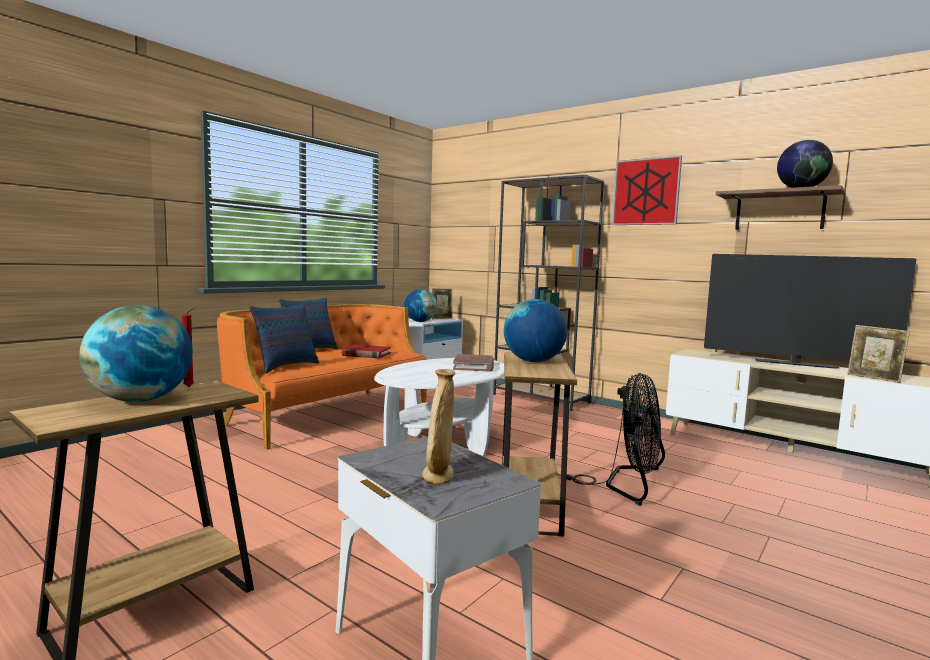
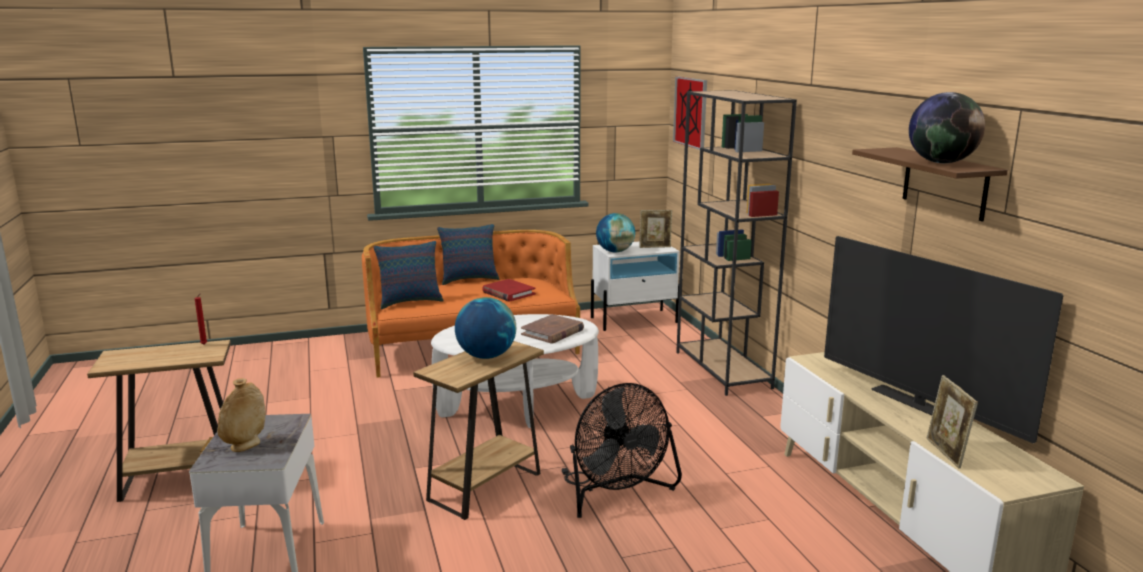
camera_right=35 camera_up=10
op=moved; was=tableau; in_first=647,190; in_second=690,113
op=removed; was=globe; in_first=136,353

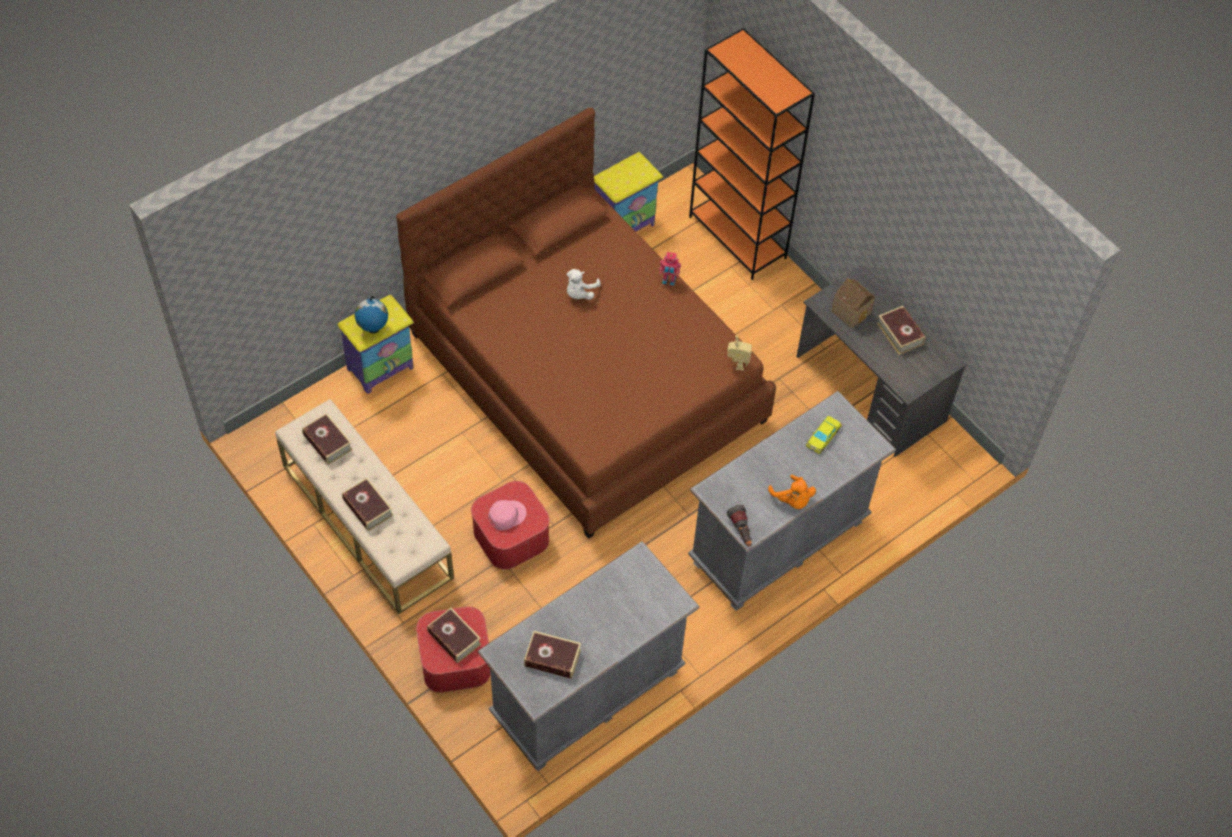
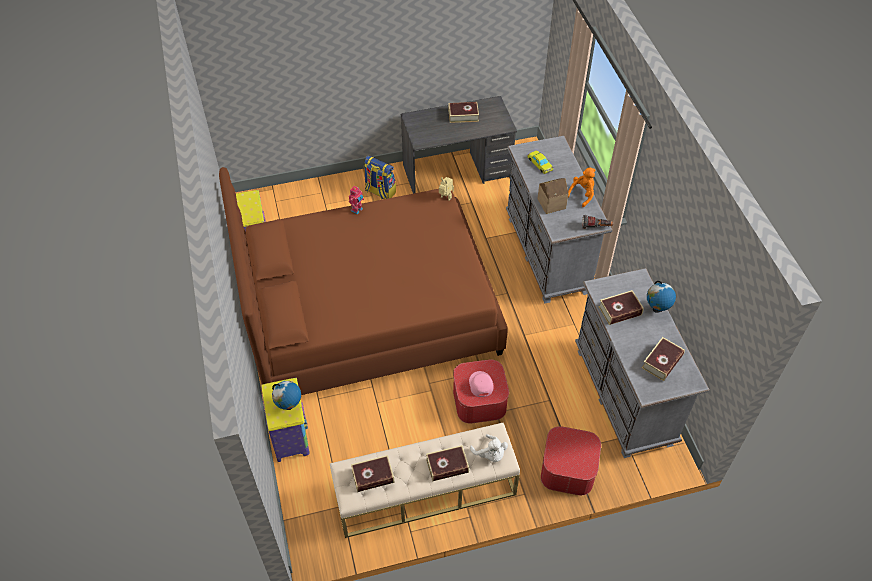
camera_right=-65 camera_up=-5
op=added; now=sac à dos; in_second=380,178
op=moved; was=peluche (blanc); in_first=583,284; in_second=489,448
op=moved; was=maison miniature; in_first=853,303; in_second=553,196
op=turned; was=peluche (orange); in_first=792,492; in_second=582,187; clockwise=-45
op=moved; was=livre; in_first=454,635; in_second=621,307
op=added; now=globe; in_second=661,297
op=removed; was=bibliothèque (orange); in_first=752,154

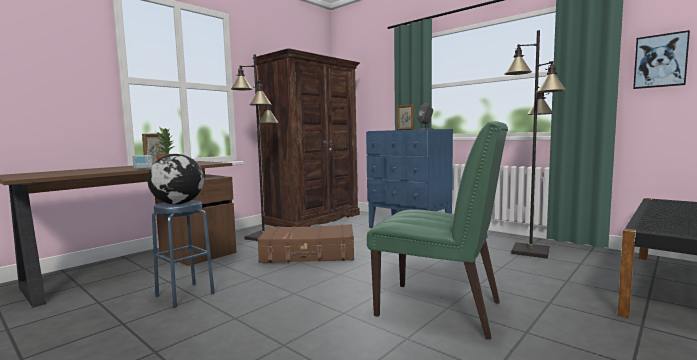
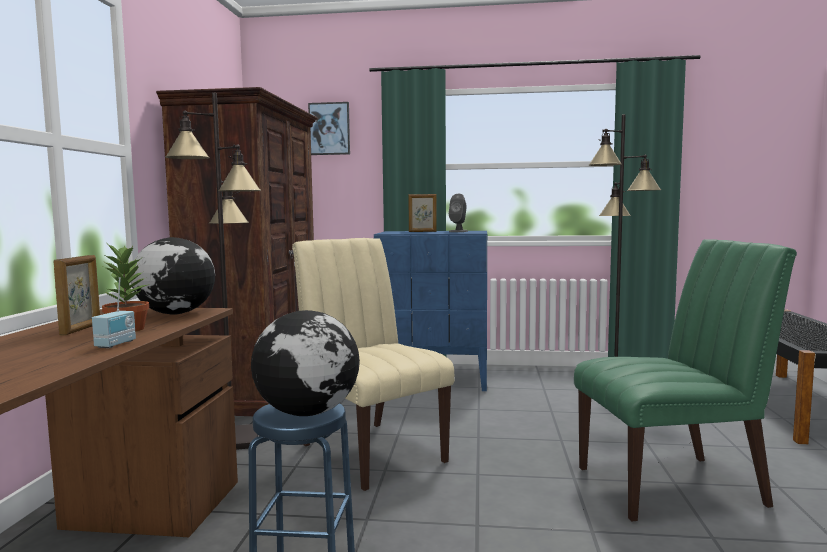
camera_right=-35 camera_up=0
op=added; now=globe; in_second=173,275
op=replaced; was=valise (marron); now=chaise (beige); in_first=305,243; in_second=373,364
op=moved; was=tableau; in_first=661,59; in_second=329,128

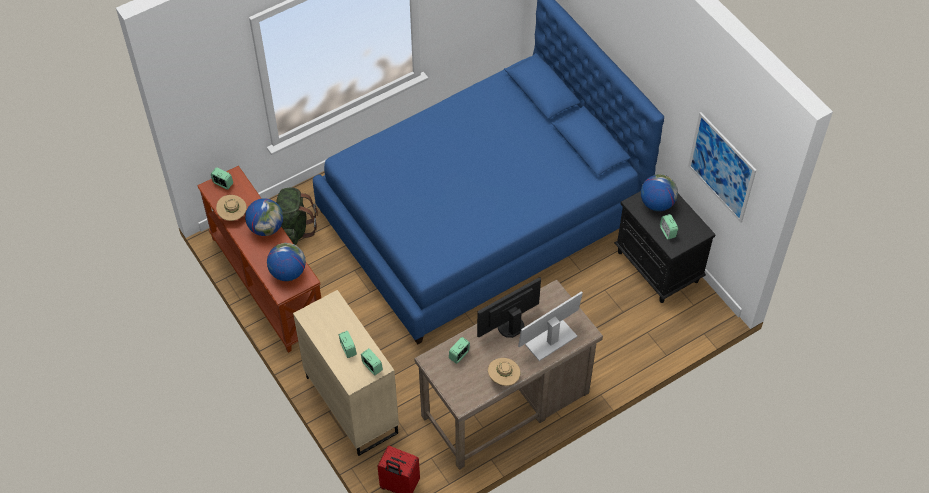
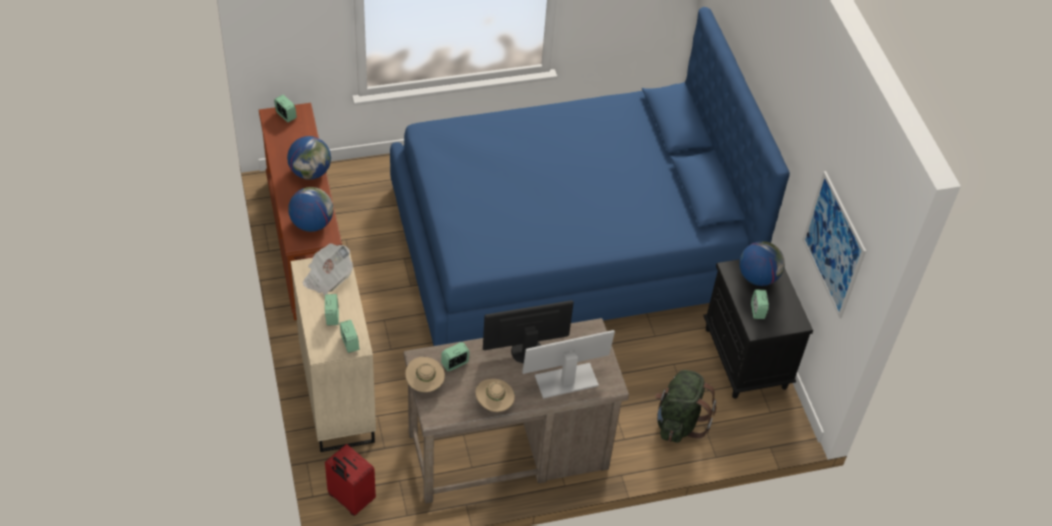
camera_right=15 camera_up=-5
op=added; now=journal; in_second=328,269
op=moved; was=chapeau (beige); in_first=231,208; in_second=425,374
op=moved; was=sac à dos (vert); in_first=297,216; in_second=685,406

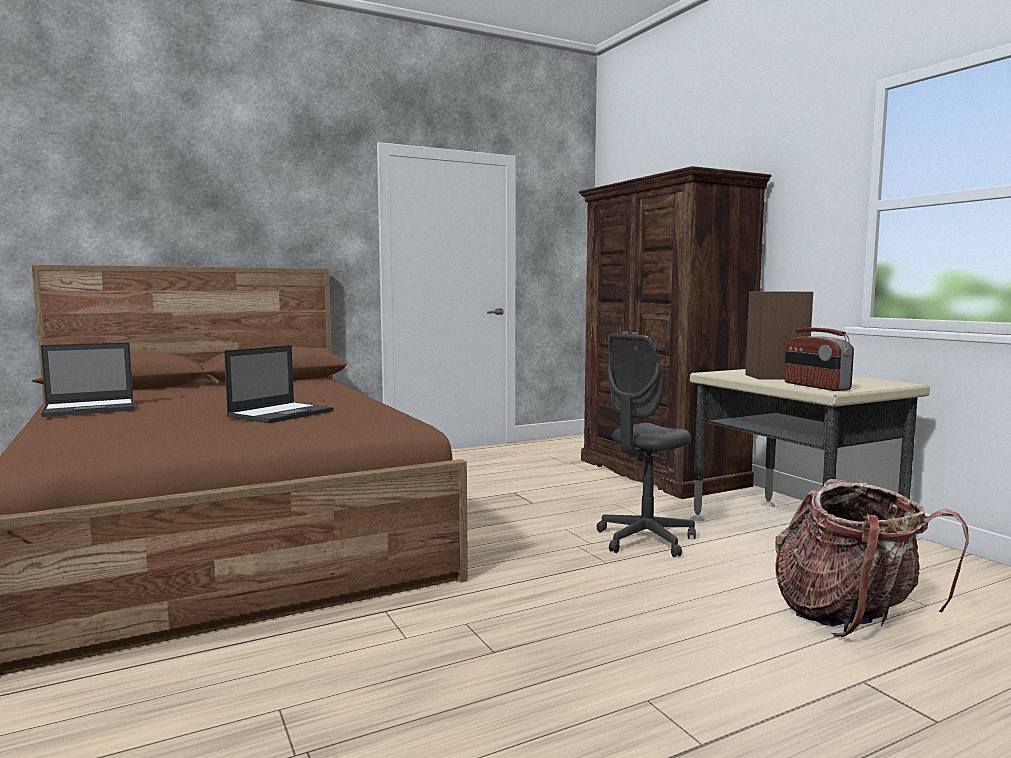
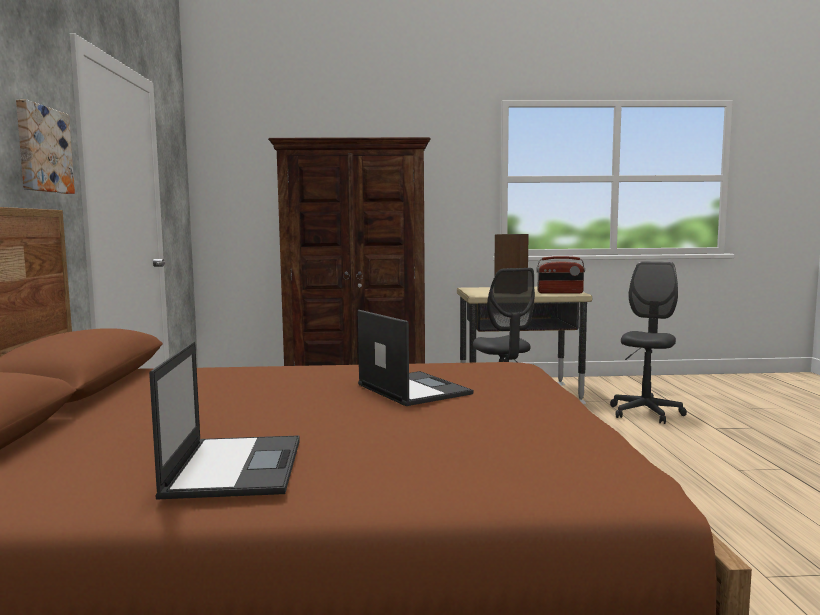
camera_right=-65 camera_up=0
op=added; now=tableau; in_second=45,146
op=replaced; was=sac à dos; now=chaise de bureau (gris); in_first=872,558; in_second=648,343

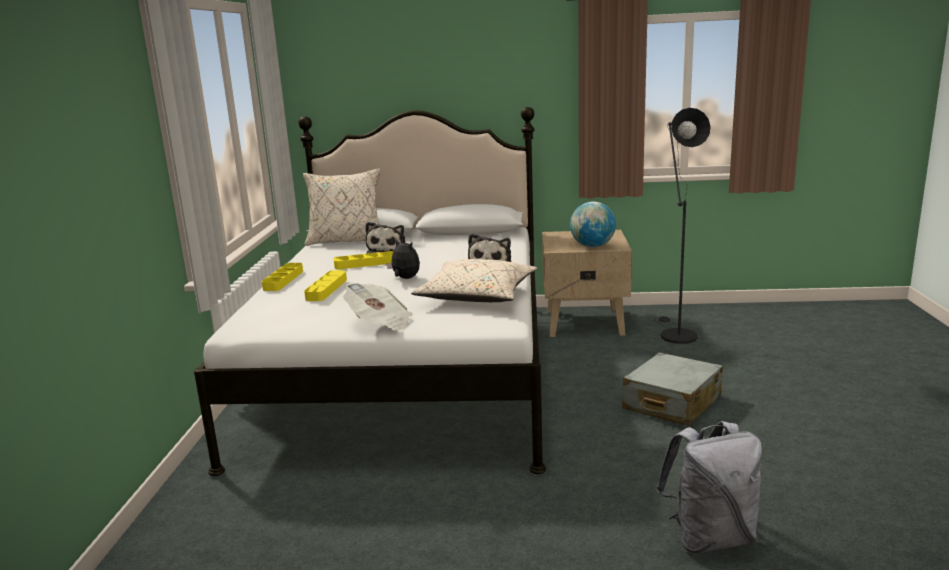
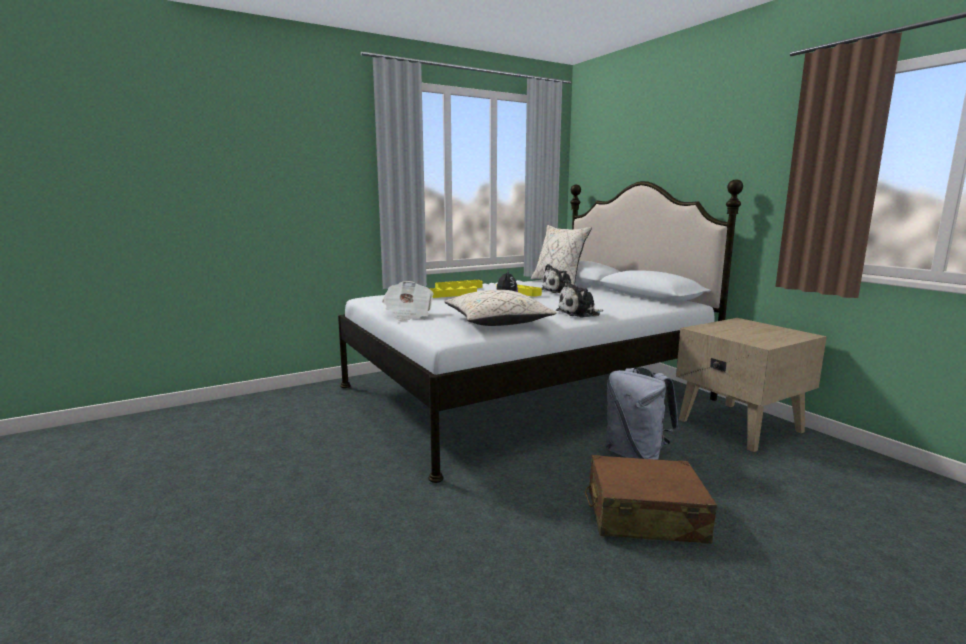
camera_right=55 camera_up=-5
op=recoloured; was=valise (gris); now=valise (marron); in_first=672,389; in_second=651,499
op=moved; was=sac à dos (gris); in_first=709,487; in_second=642,413
op=removed; was=globe; in_first=593,224
op=removed; was=lampadaire (noir); in_first=682,226

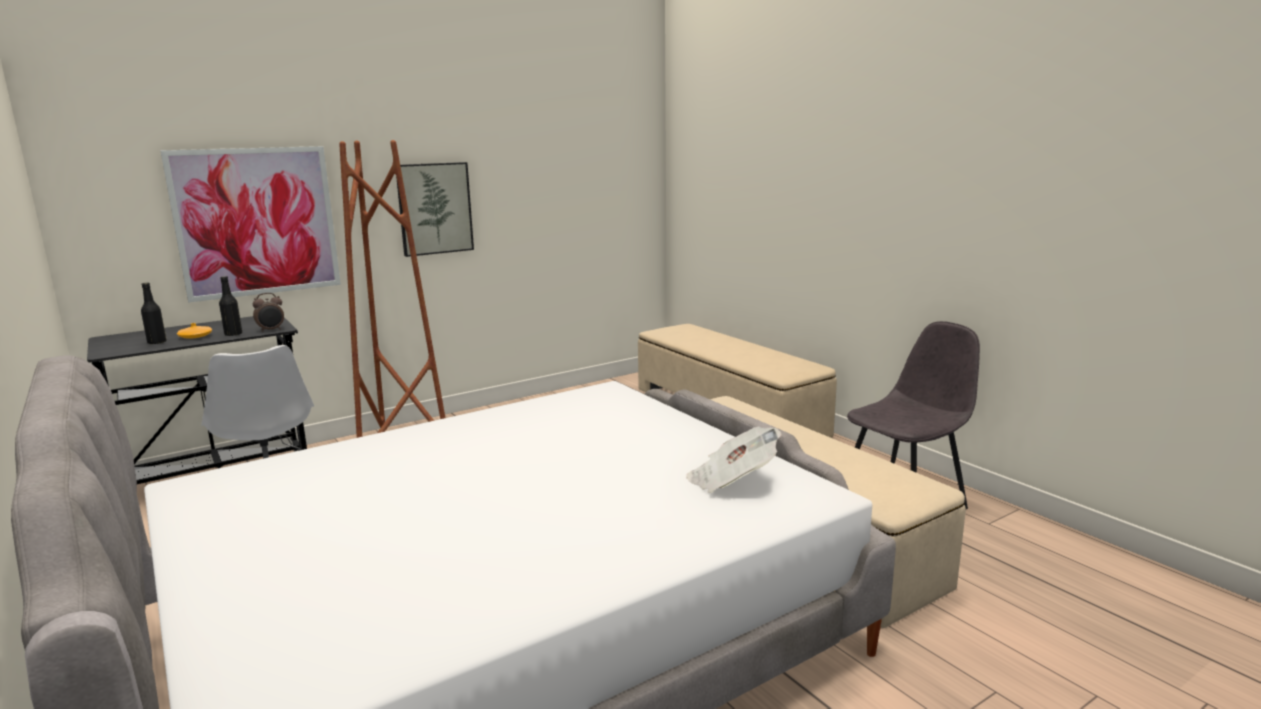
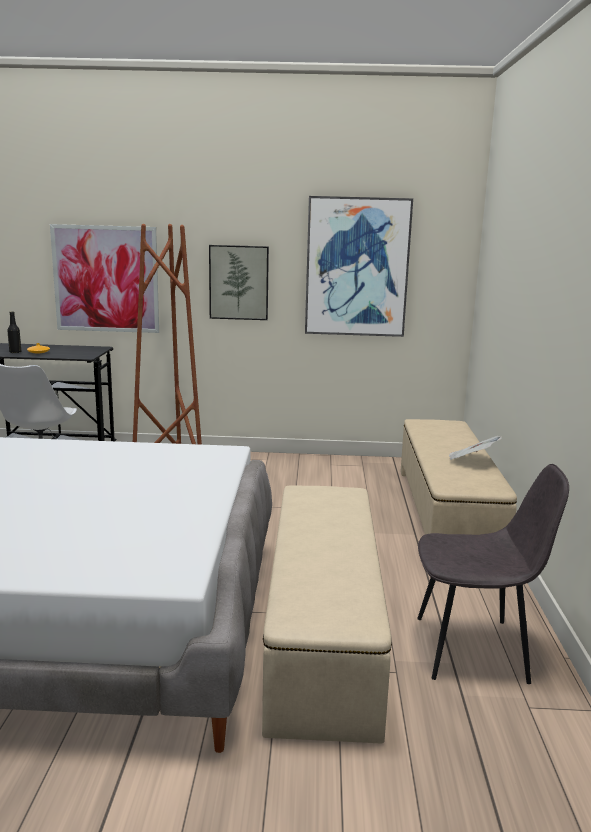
camera_right=35 camera_up=0
op=added; now=tableau; in_second=359,266
op=moved; was=journal; in_first=734,460; in_second=475,448
op=removed; was=bouteille (noir); in_first=230,306
op=removed; was=réveil; in_first=268,312

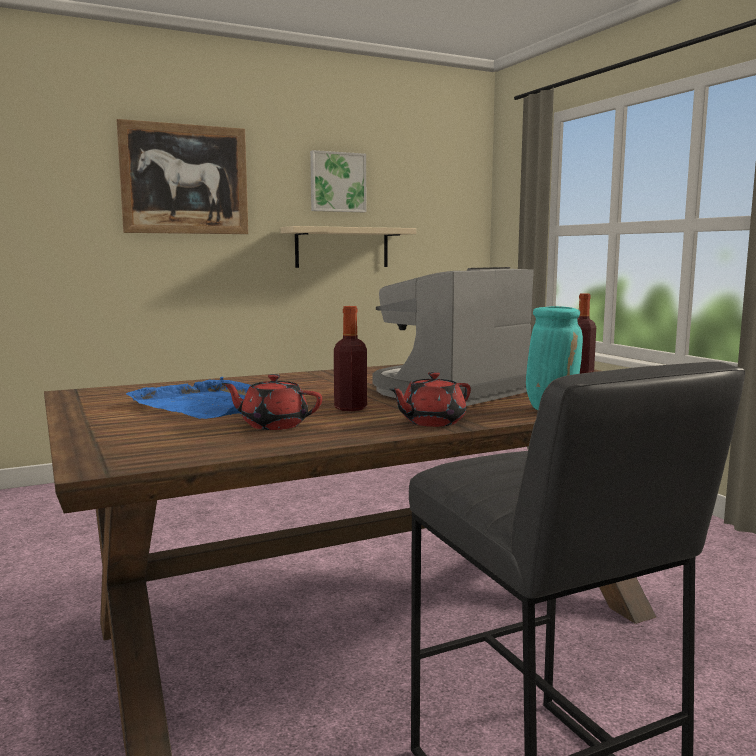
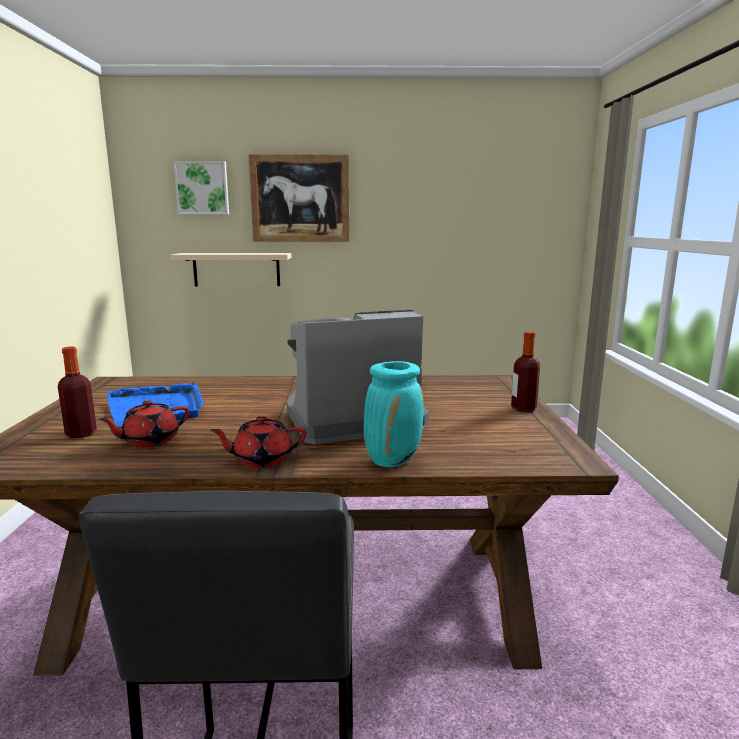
camera_right=25 camera_up=5
op=moved; was=bouteille; in_first=350,358; in_second=77,392
op=turned; was=théière (rouge); in_first=271,402; in_second=144,423; clockwise=-75
op=moved; was=étagère (beige); in_first=348,247; in_second=230,269
op=moved; was=tableau; in_first=338,181; in_second=201,187

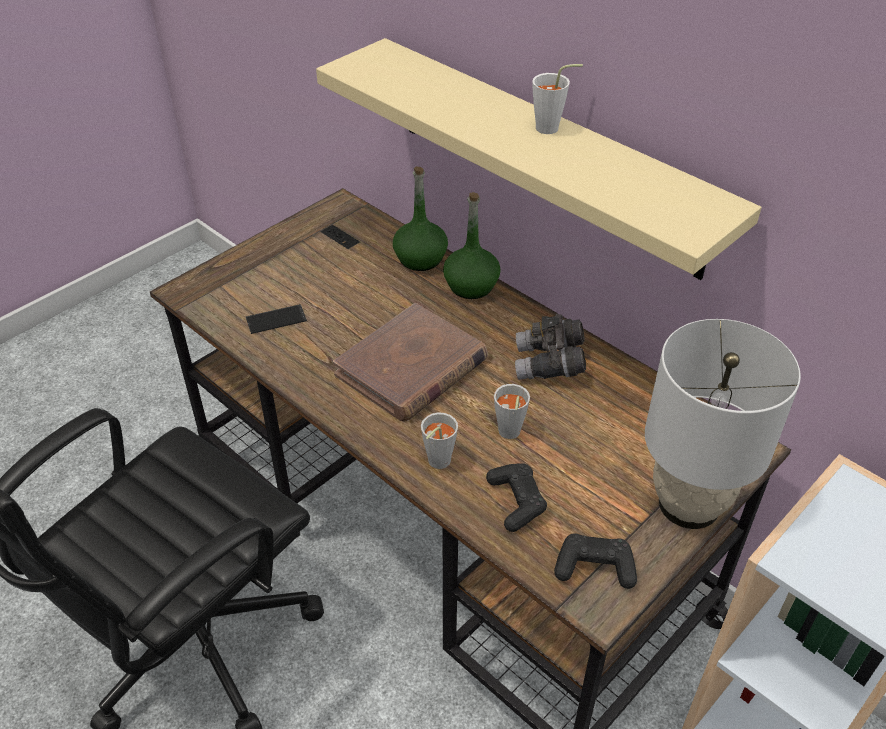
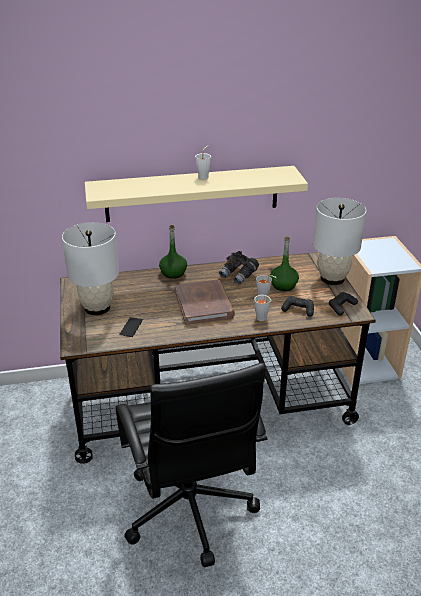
camera_right=-55 camera_up=-10
op=added; now=lampe de table (blanc); in_second=90,268
op=moved; was=bouteille (vert); in_first=420,219; in_second=284,264

